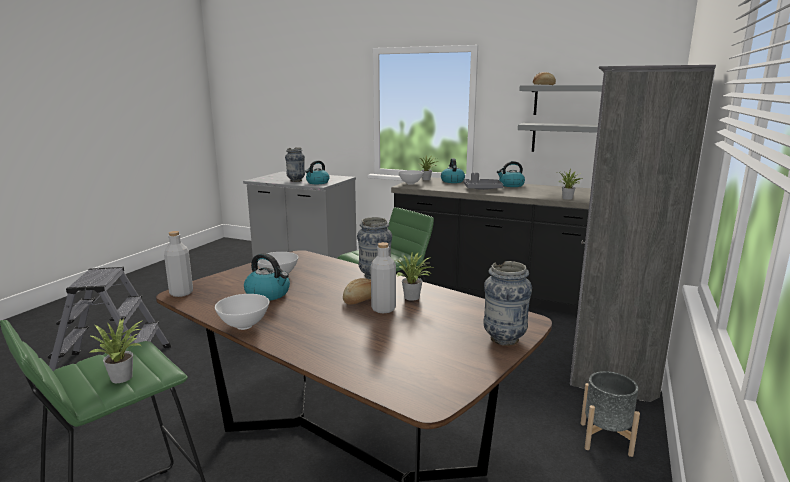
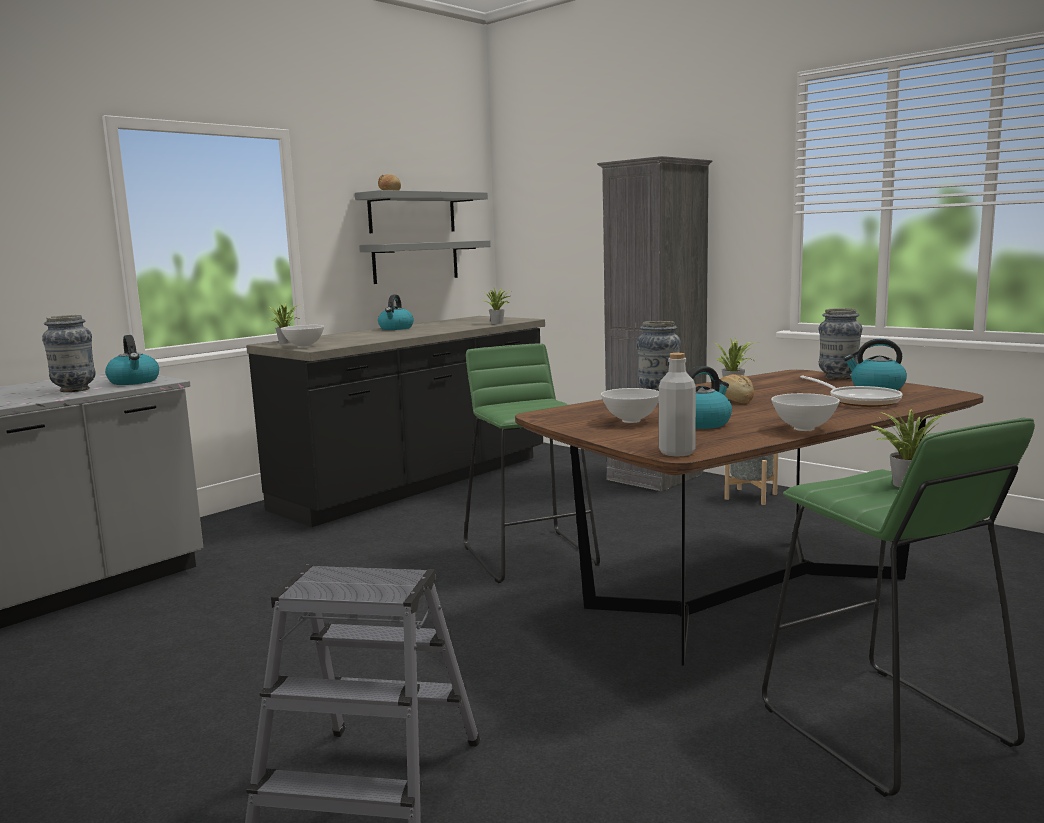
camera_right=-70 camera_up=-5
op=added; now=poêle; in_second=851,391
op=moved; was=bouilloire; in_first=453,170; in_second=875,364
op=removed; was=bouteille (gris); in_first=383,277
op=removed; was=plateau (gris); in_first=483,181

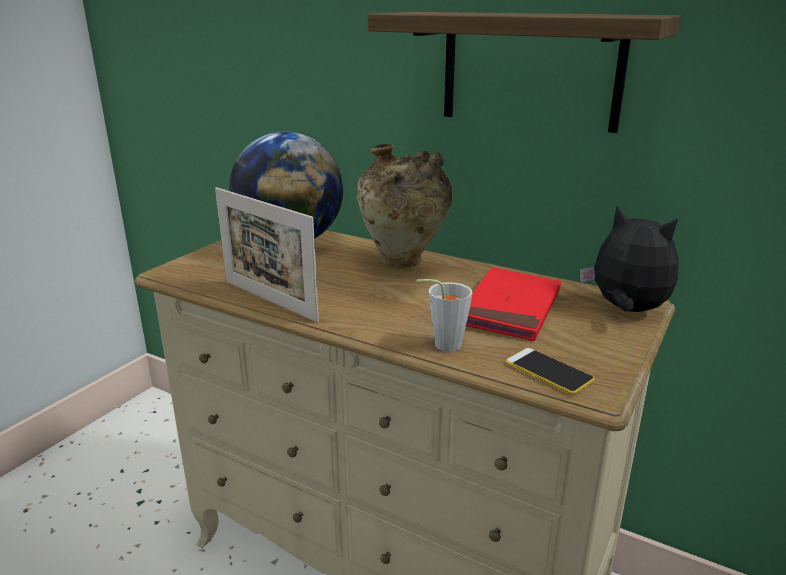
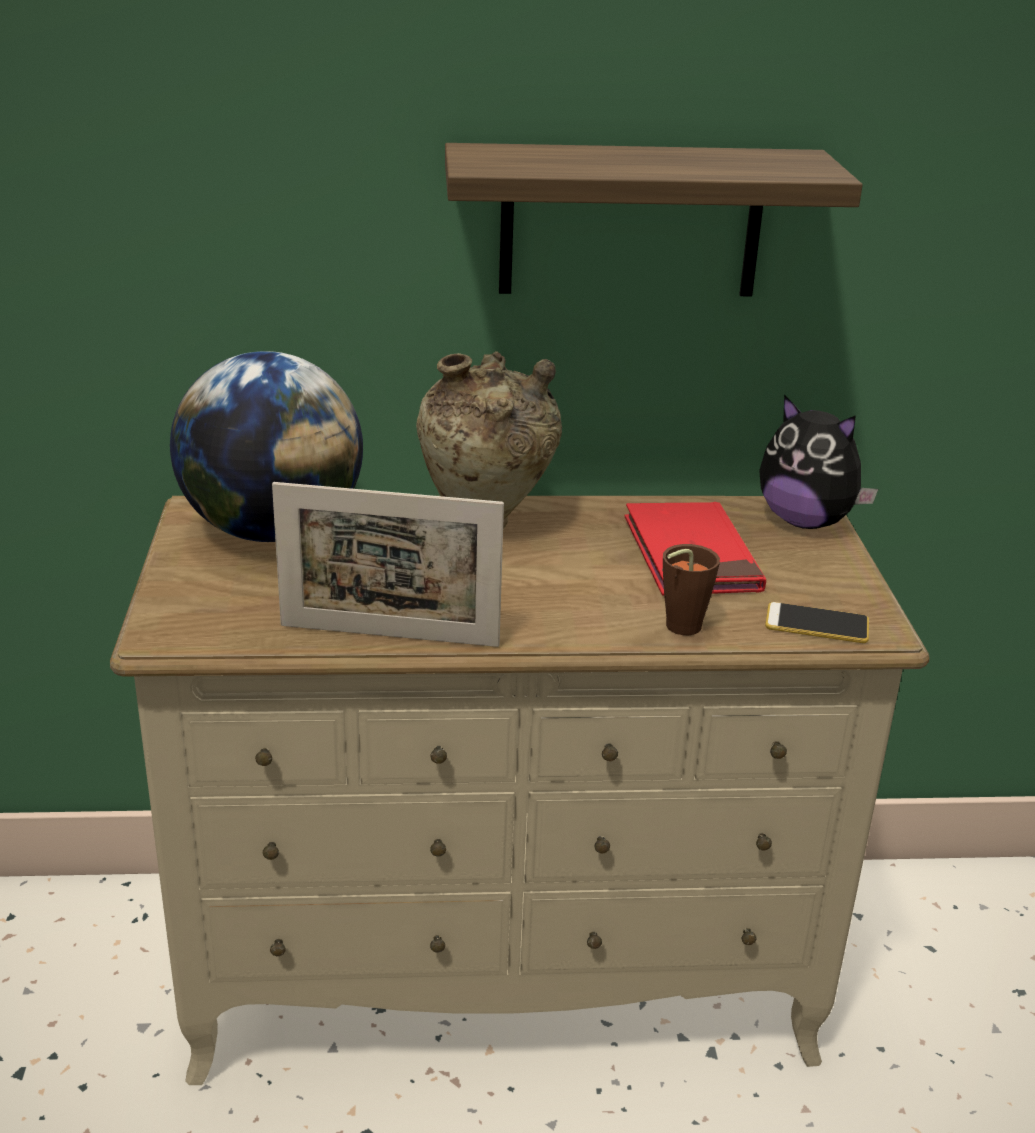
camera_right=-35 camera_up=5
op=recoloured; was=tasse (gris); now=tasse (marron); in_first=444,315; in_second=691,589
op=turned; was=peluche; in_first=629,259; in_second=818,462; clockwise=-150

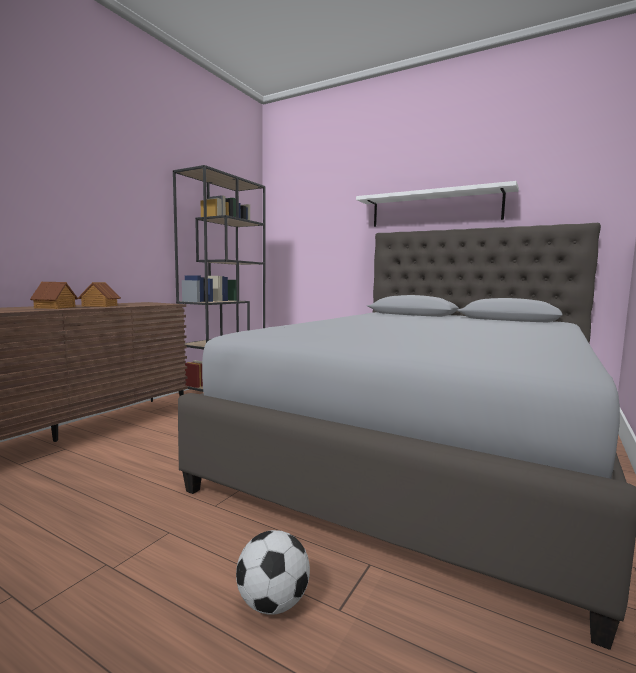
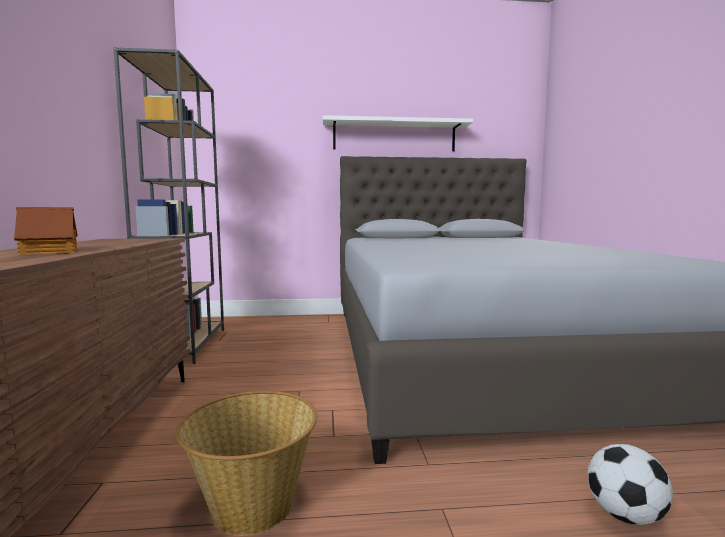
camera_right=-35 camera_up=0
op=added; now=panier; in_second=246,463
op=removed; was=maison miniature; in_first=99,294

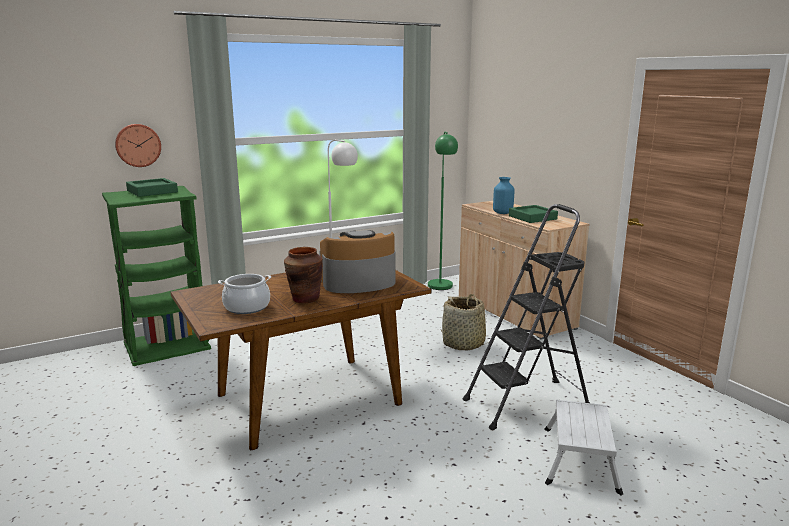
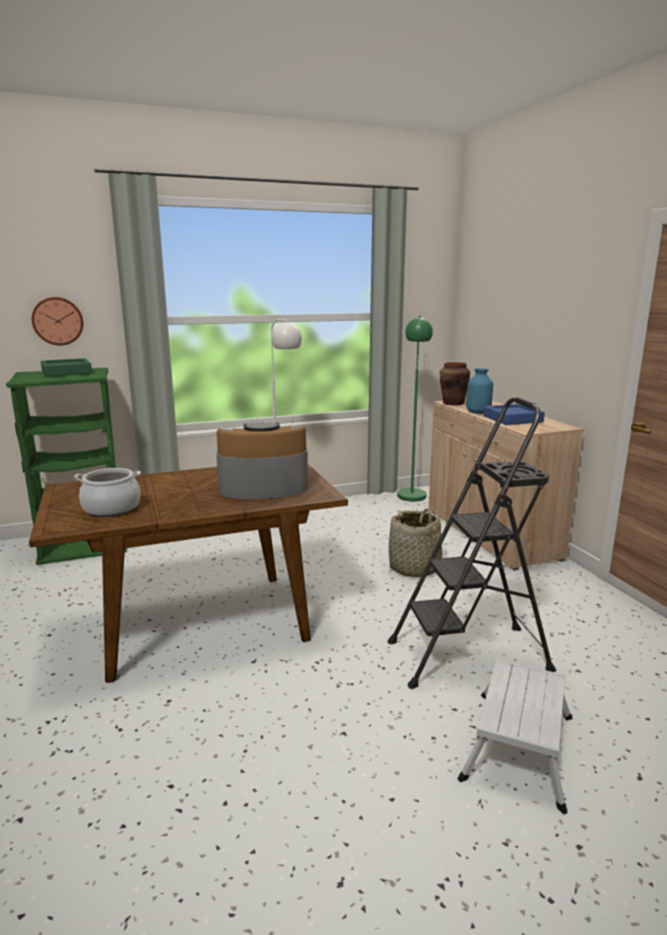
camera_right=10 camera_up=0
op=moved; was=vase (marron); in_first=303,275; in_second=455,383
op=recoloured; was=plateau (vert); now=plateau (bleu); in_first=533,214; in_second=514,414

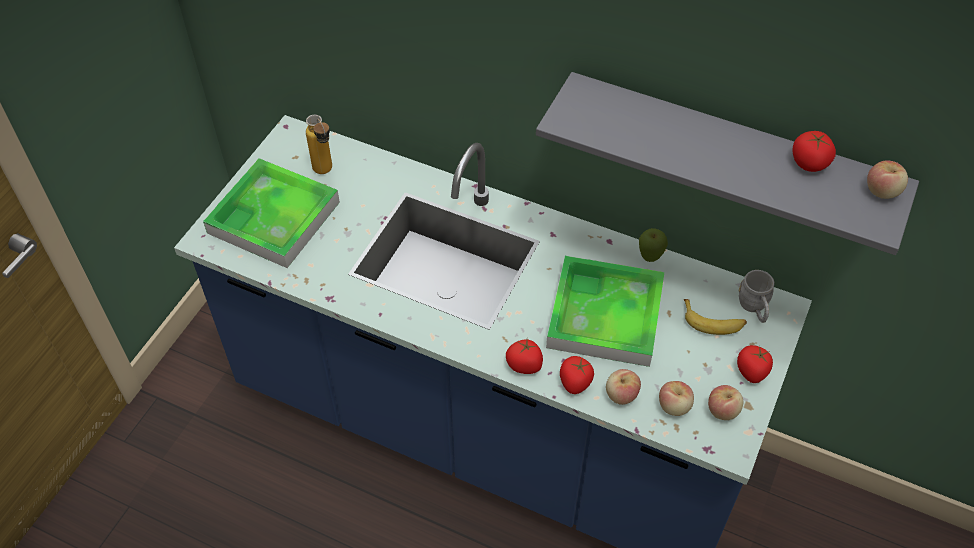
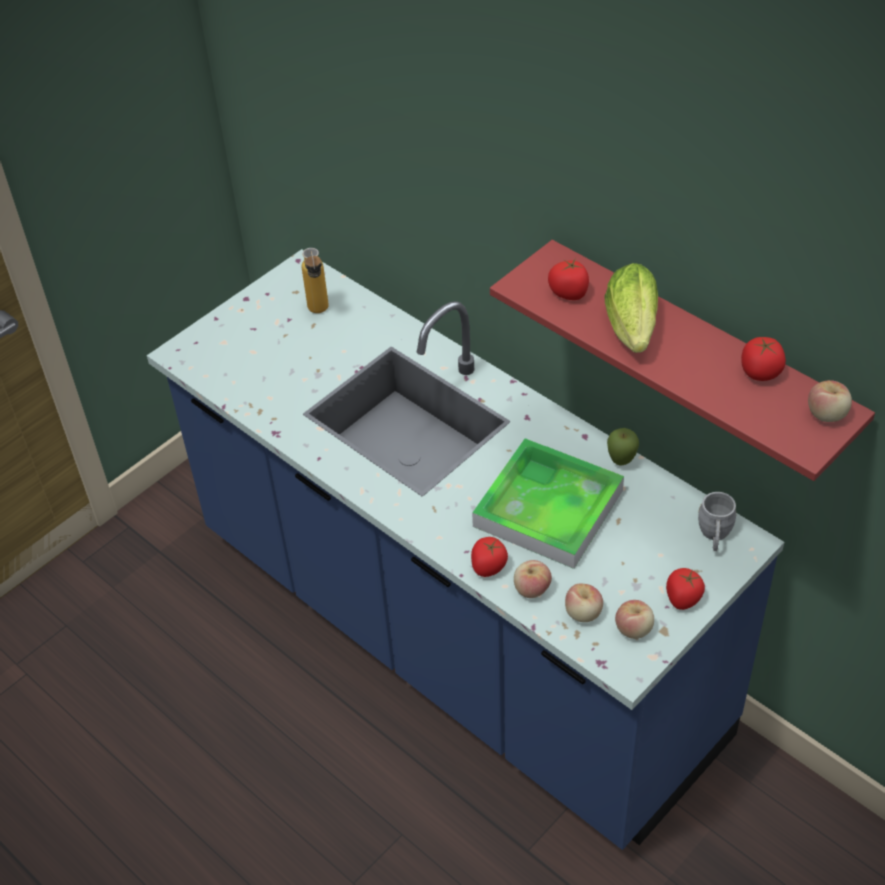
camera_right=20 camera_up=-5
op=recoloured; was=étagère (gris); now=étagère (rouge); in_first=727,163; in_second=682,360
op=moved; was=tomate; in_first=524,356; in_second=568,279
op=added; now=laitue; in_second=631,308
op=removed; was=plateau; in_first=271,213
op=removed; was=banane; in_first=715,317

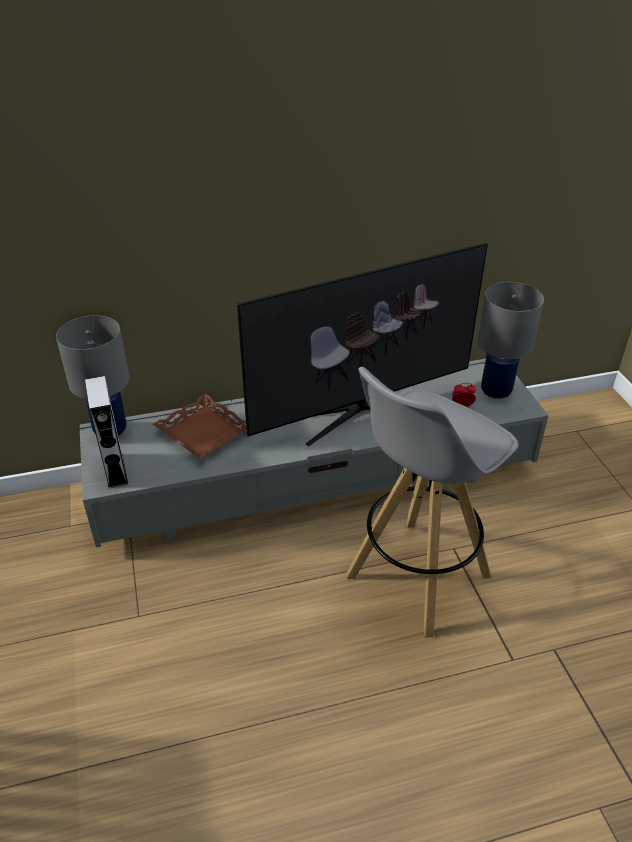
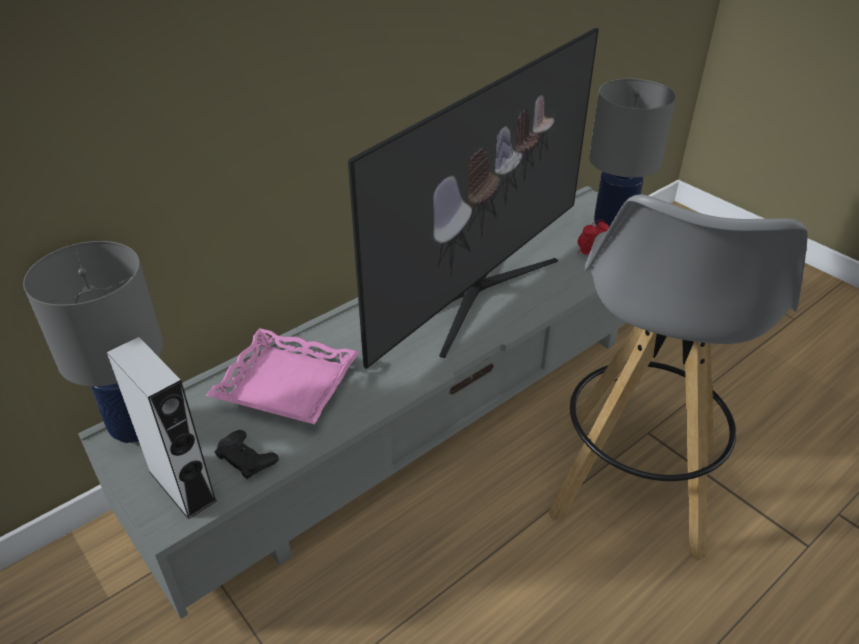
camera_right=-25 camera_up=0
op=recoloured; was=plateau (marron); now=plateau (rose); in_first=200,426; in_second=282,376
op=added; now=manette (noir); in_second=246,454

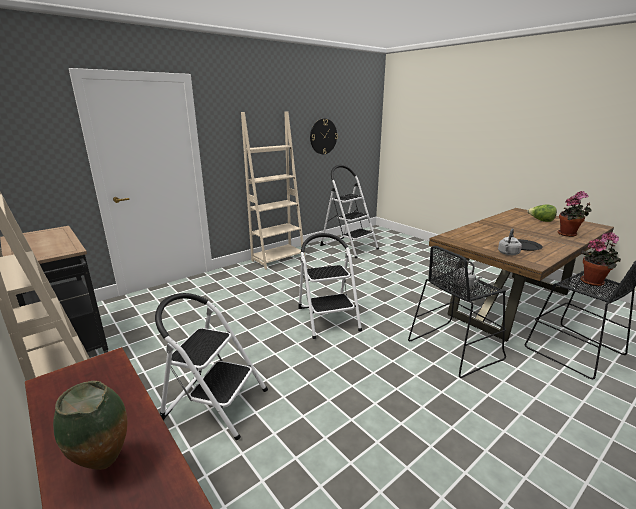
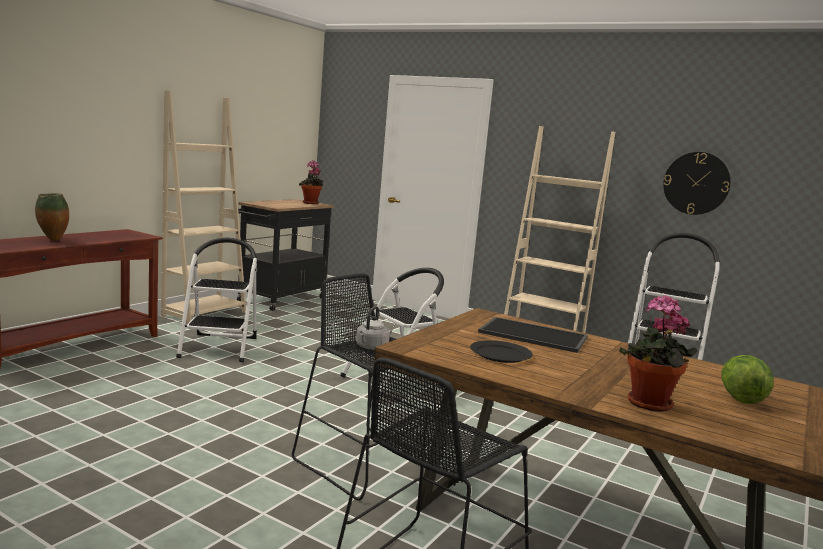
camera_right=70 camera_up=-10
op=moved; was=plante en pot; in_first=600,259; in_second=311,182
op=added; now=plateau; in_second=533,335
op=removed; was=bouilloire (gris); in_first=510,241

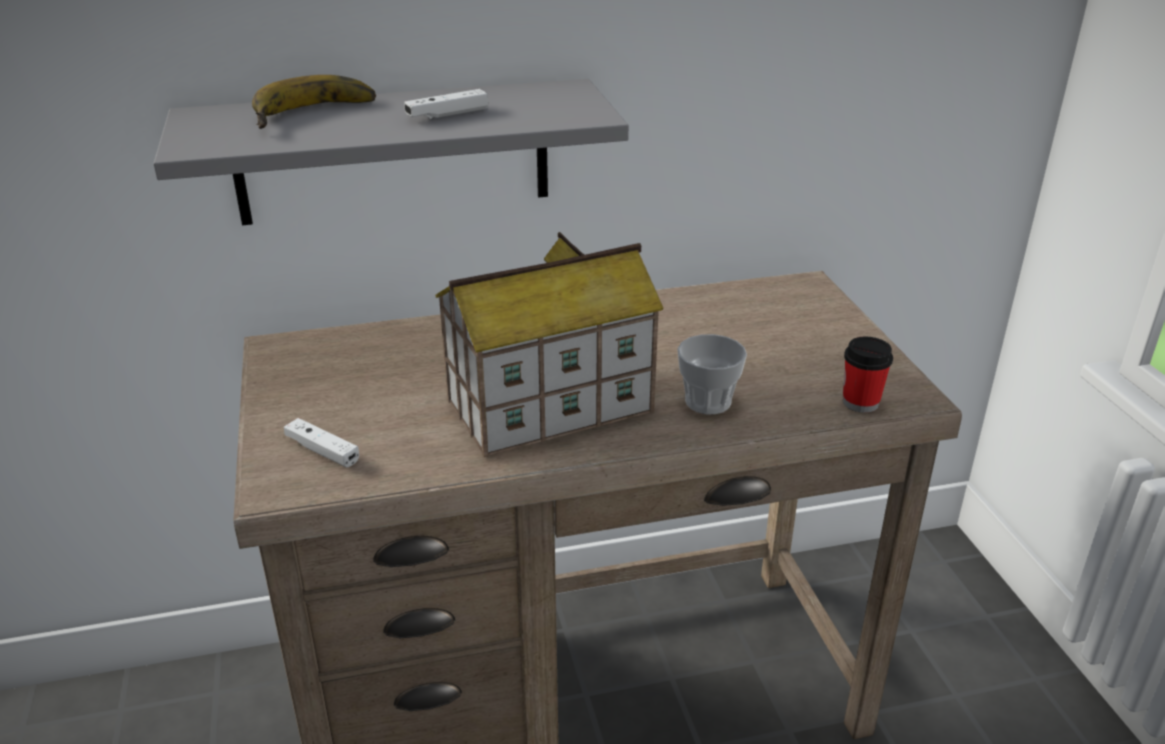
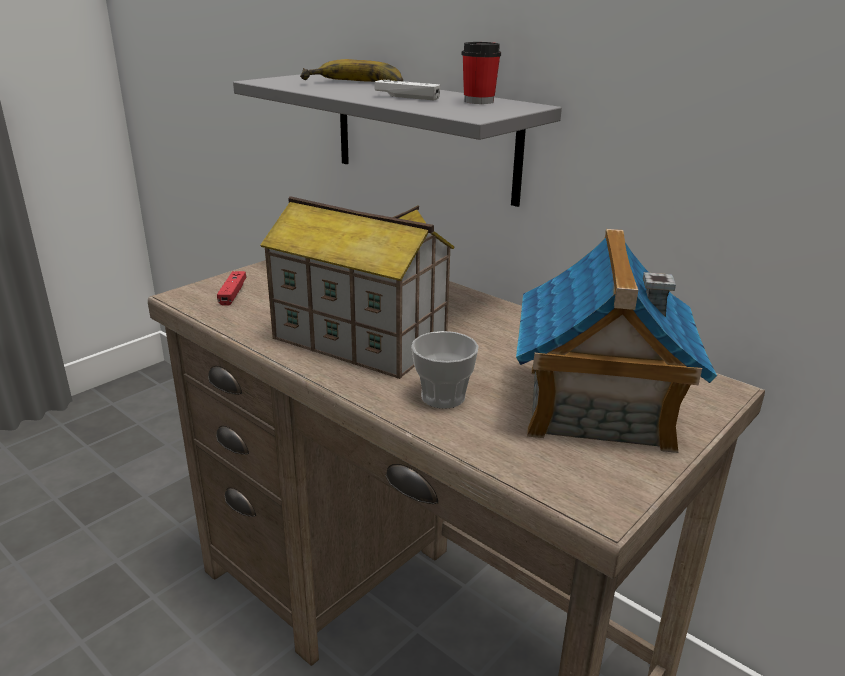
camera_right=55 camera_up=-5
op=recoloured; was=manette (blanc); now=manette (rouge); in_first=321,443; in_second=231,288
op=moved; was=tasse; in_first=868,375; in_second=481,73
op=added; now=maison miniature; in_second=616,341

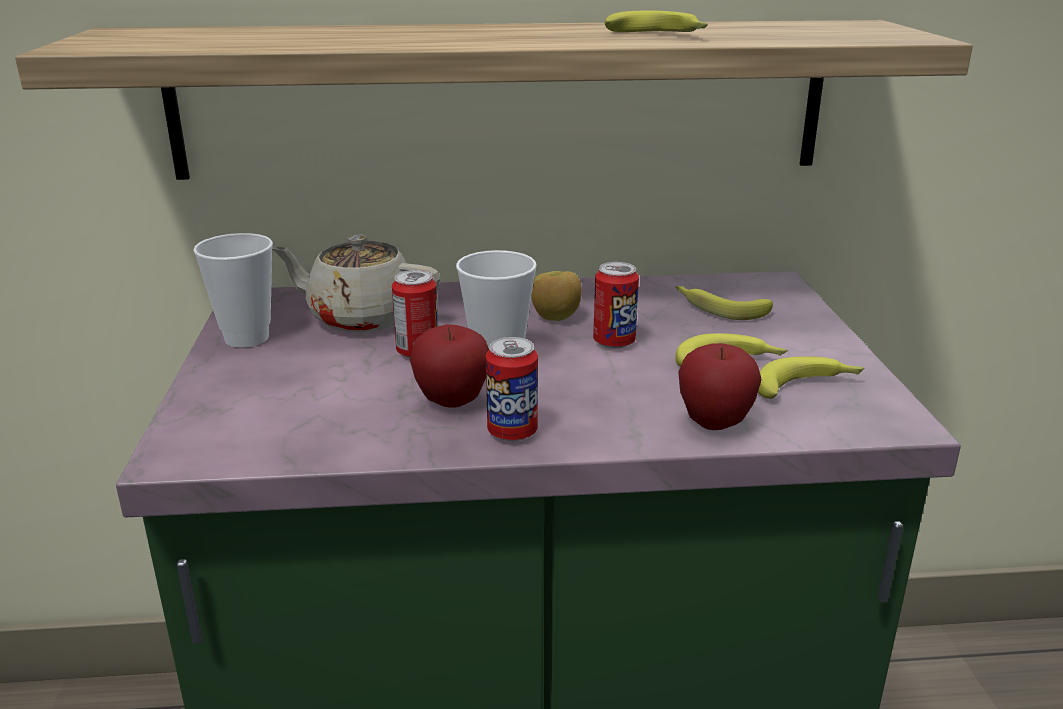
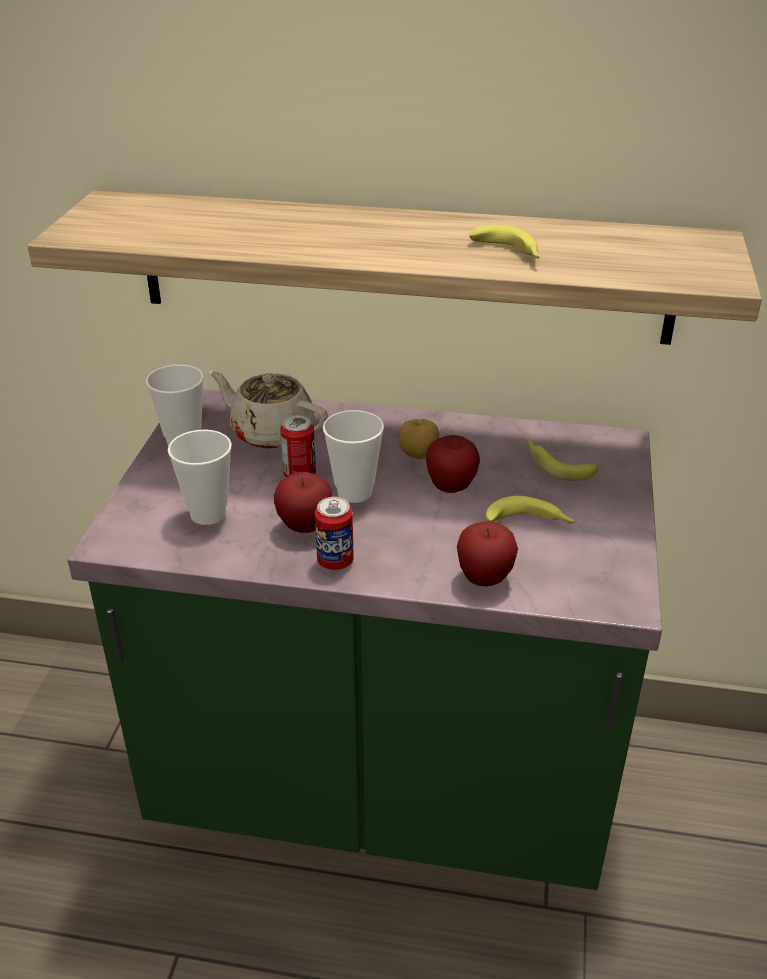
camera_right=15 camera_up=10
op=added; now=tasse; in_second=200,477
op=replaced; was=boîte métallique; now=pomme; in_first=616,305; in_second=453,464
op=removed; was=banane; in_first=811,377

